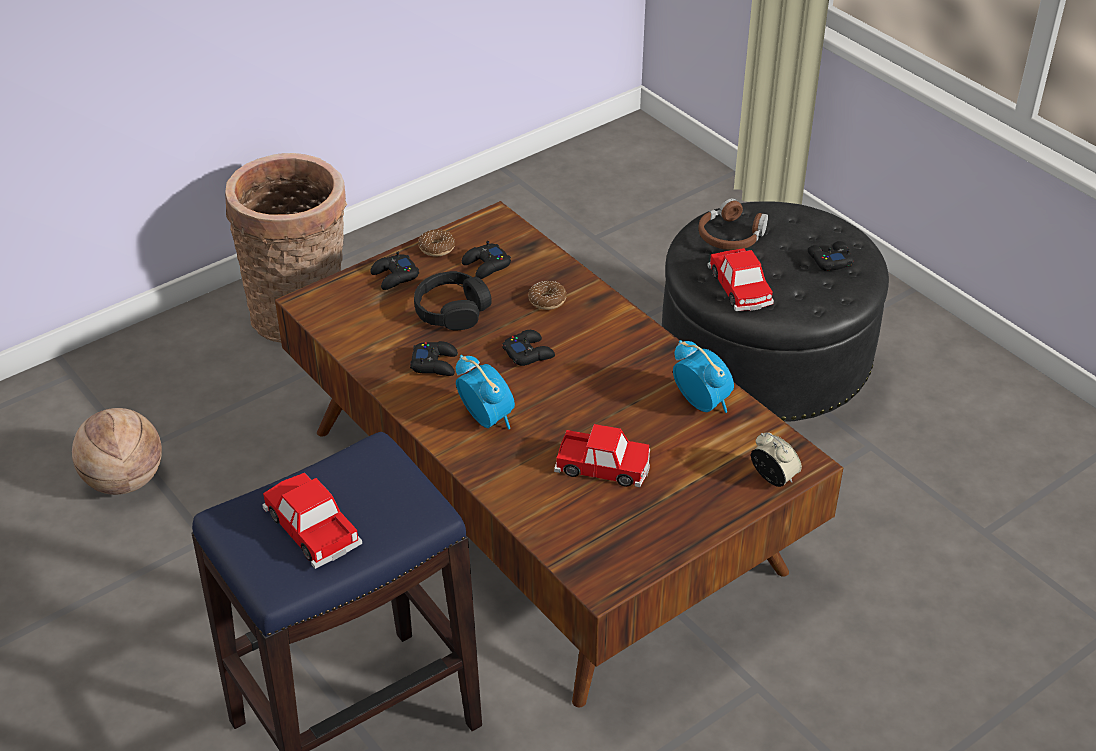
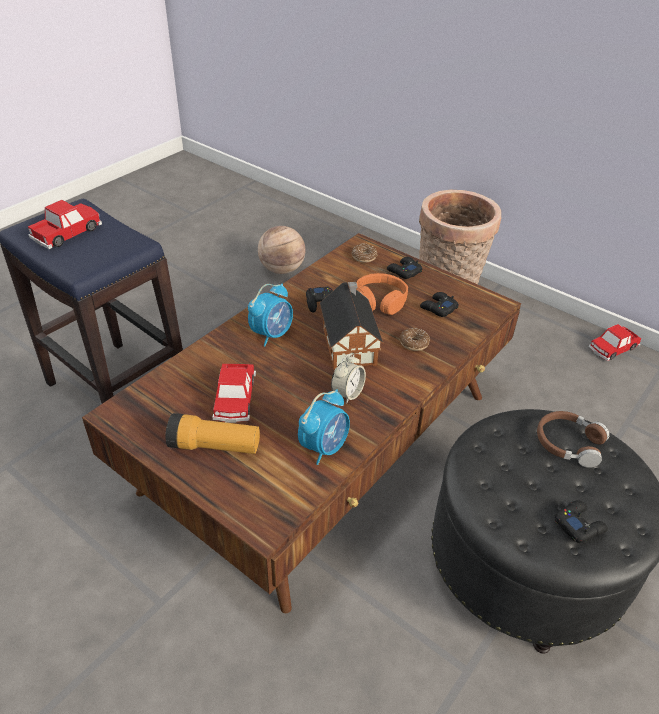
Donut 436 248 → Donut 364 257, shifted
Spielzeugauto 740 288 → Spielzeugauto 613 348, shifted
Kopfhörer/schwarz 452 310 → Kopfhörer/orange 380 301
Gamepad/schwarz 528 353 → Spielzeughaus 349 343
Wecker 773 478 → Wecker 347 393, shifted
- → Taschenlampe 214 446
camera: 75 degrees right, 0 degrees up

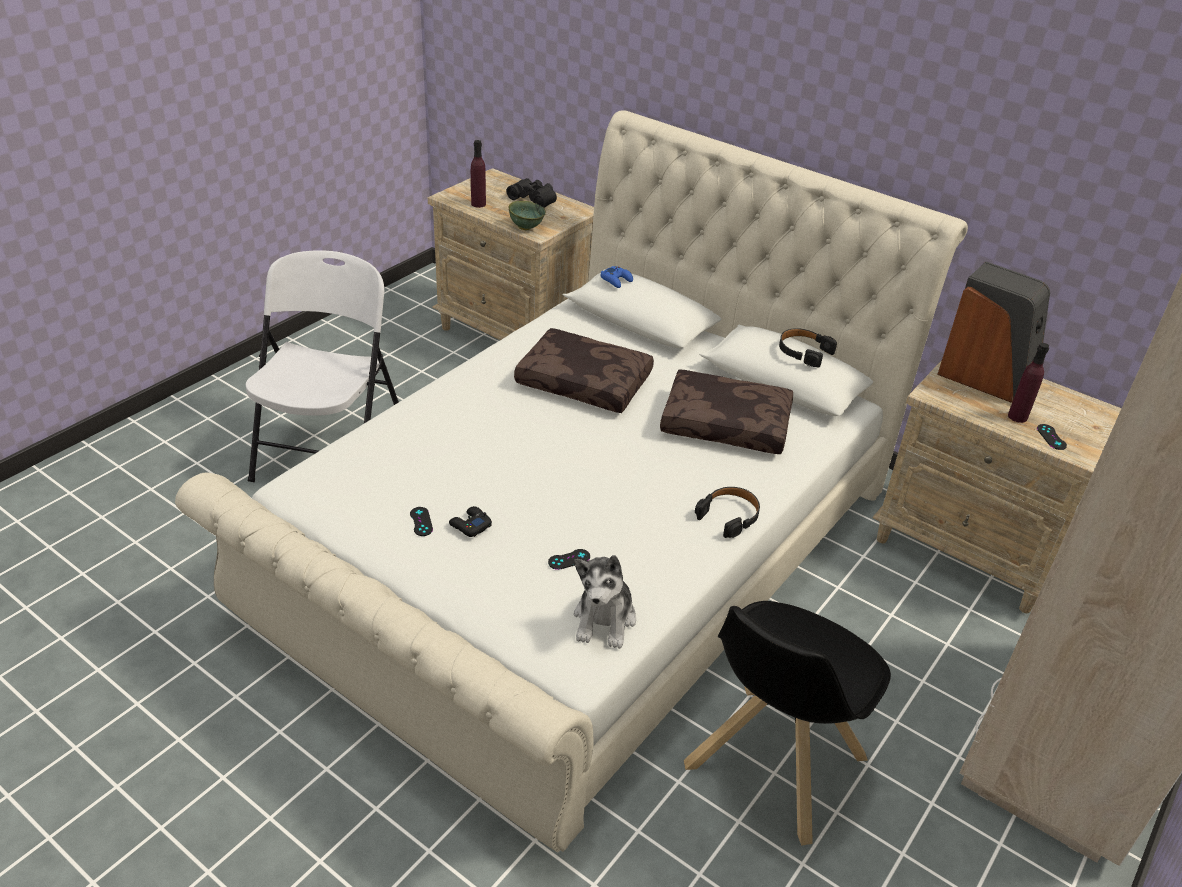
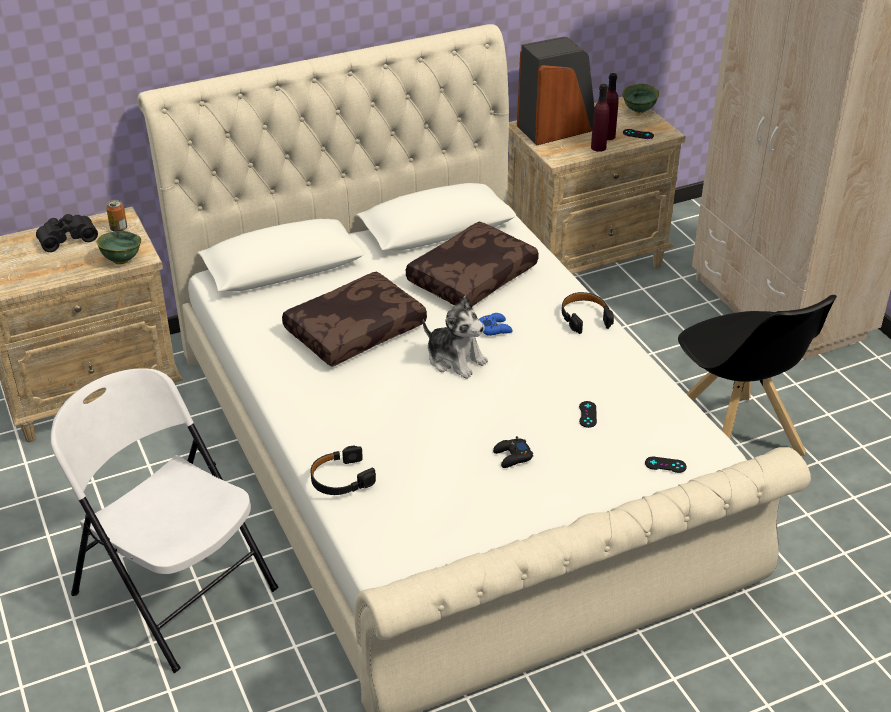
Flasche/lila 478 204 → Flasche/lila 598 147, shifted
Gamepad/blau 616 280 → Gamepad/blau 495 328, shifted
Kopfhörer/schwarz 803 352 → Kopfhörer/schwarz 341 479, shifted
Gamepad/schwarz 421 521 → Gamepad/schwarz 665 465, shifted
Plüschtier 604 619 → Plüschtier 455 360, shifted
- → Schüssel/grün 639 111
- → Dose 119 228
camera: 60 degrees left, 0 degrees up

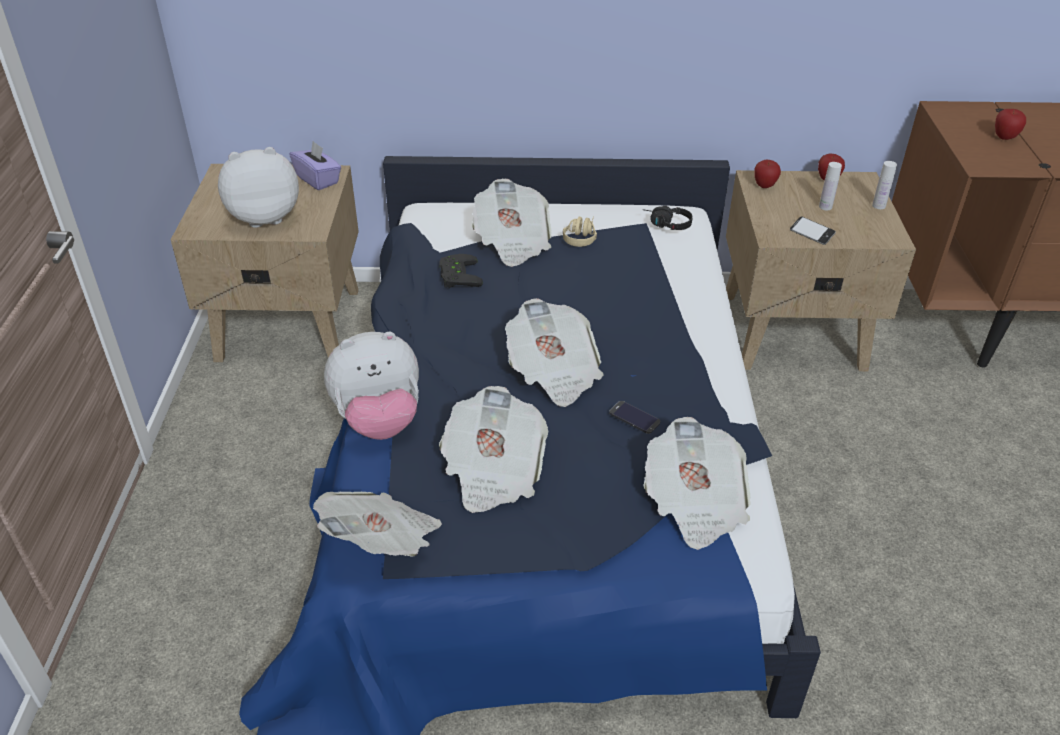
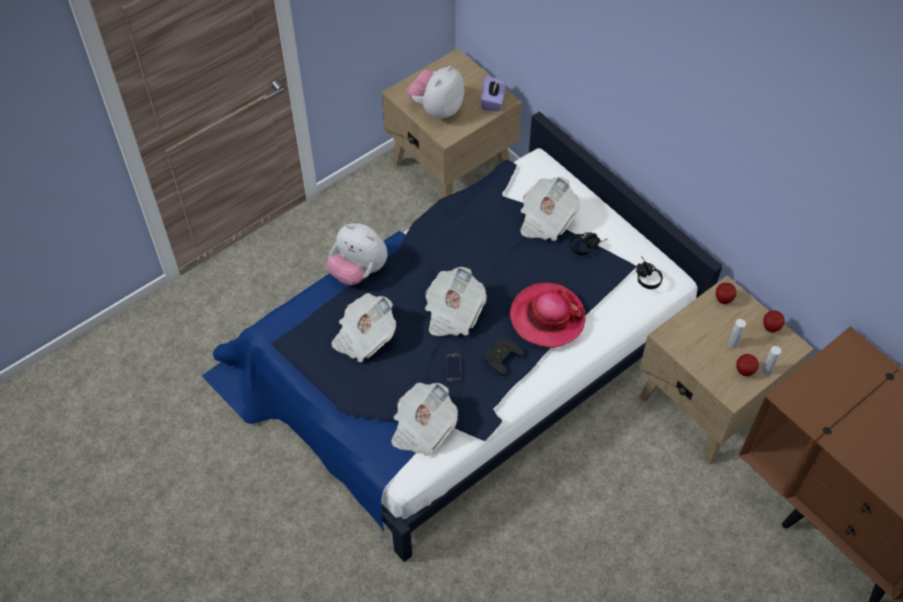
Apfel 1004 137 → Apfel 744 371, shifted
Plüschtier 264 217 → Plüschtier 437 109, 90 degrees counterclockwise
Kopfhörer/beige 581 236 → Kopfhörer/schwarz 587 245
Handy 811 234 → -
Gamepad/schwarz 456 275 → Gamepad/schwarz 500 356, shifted
Zeitung 383 542 → -
- → Hut 547 317
camera: 50 degrees right, 15 degrees up

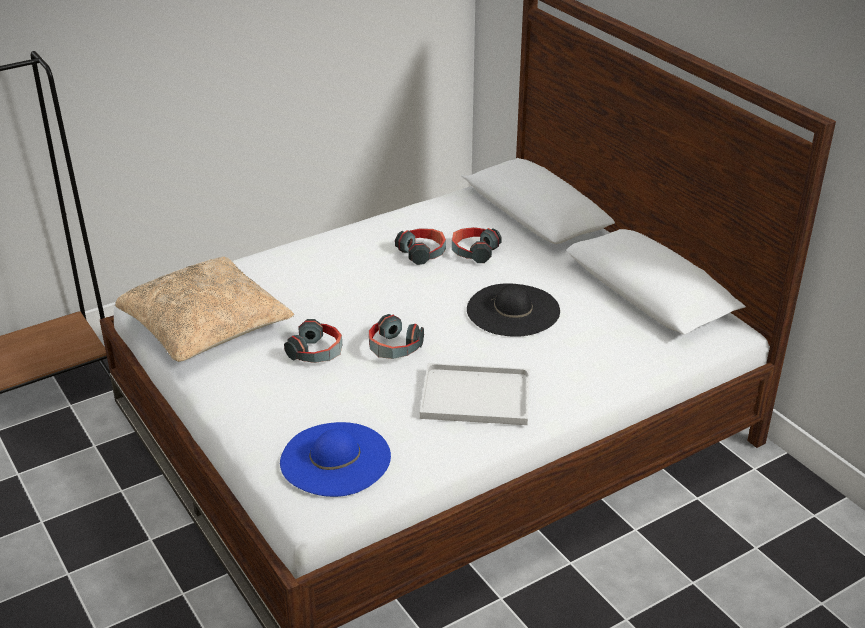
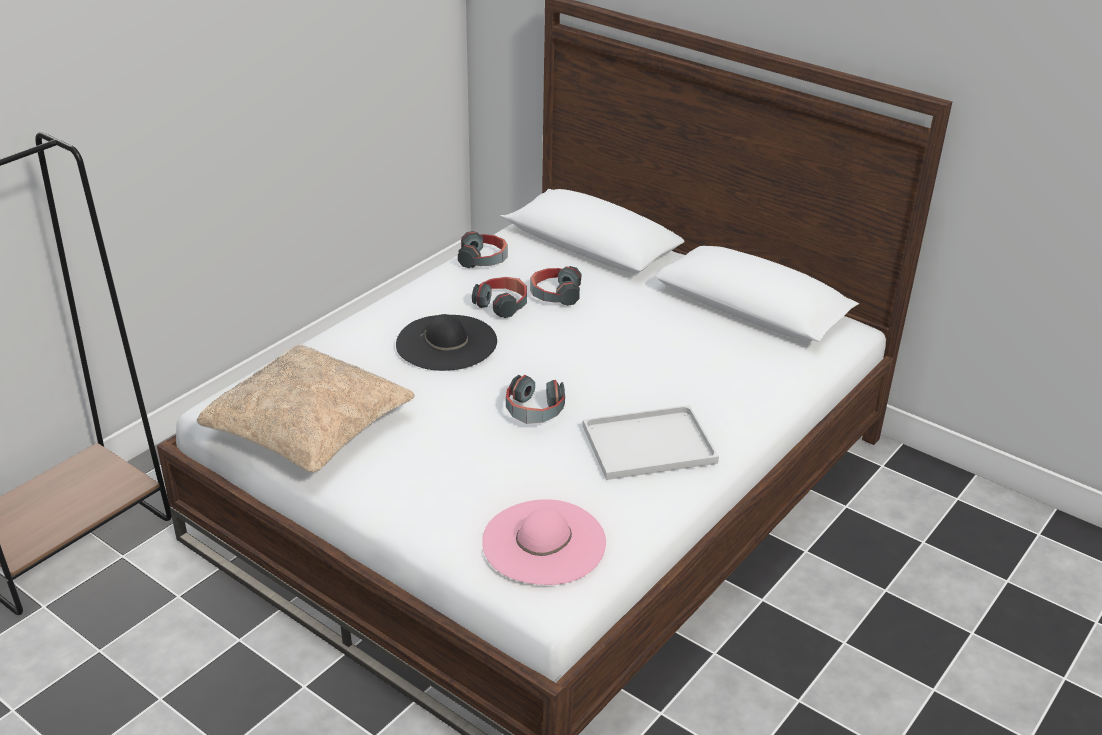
Hut/schwarz 513 310 → Hut/schwarz 446 342, shifted
Kopfhörer 317 352 → Kopfhörer 483 259, shifted
Hut/blau 335 459 → Hut/rosa 544 542
camera: 20 degrees left, 0 degrees up

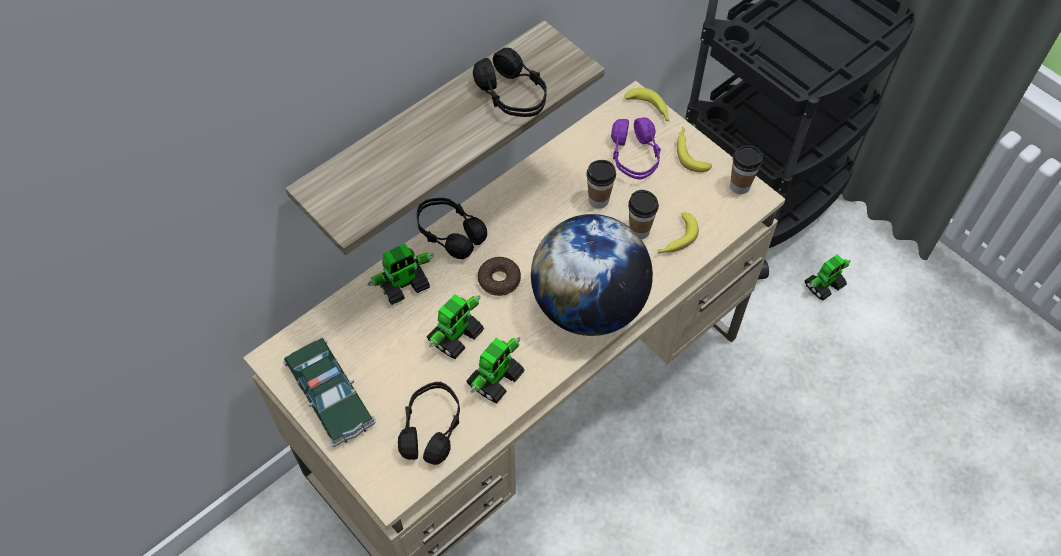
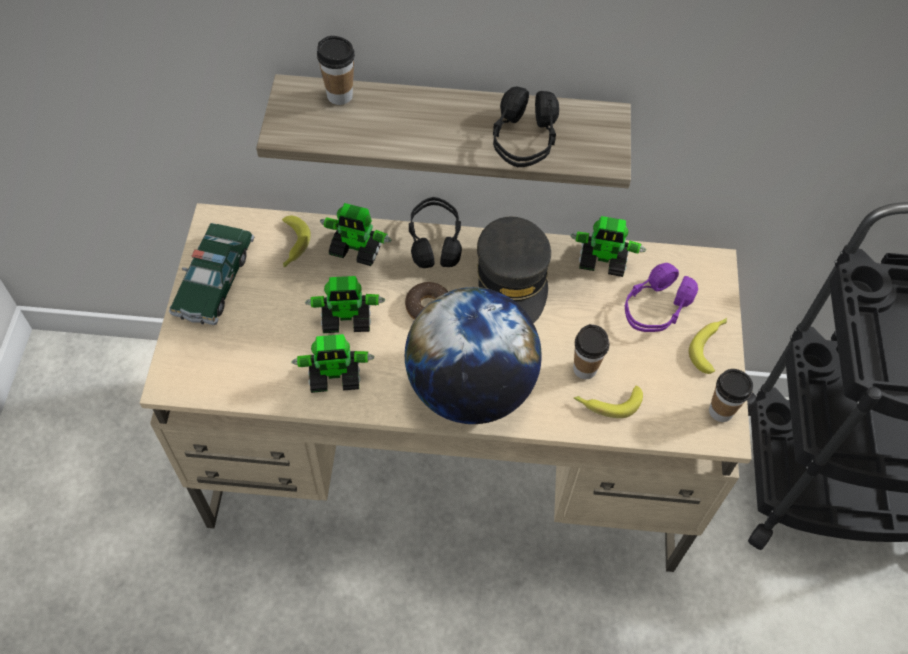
Banane 649 109 → Banane 292 246, shifted
Tasse 598 200 → Tasse 340 95, shifted
Spielzeugroboter 824 285 → Spielzeugroboter 603 261, shifted
Kopfhörer/schwarz 431 428 → -
- → Kappe/grau 513 280
camera: 45 degrees right, 0 degrees up

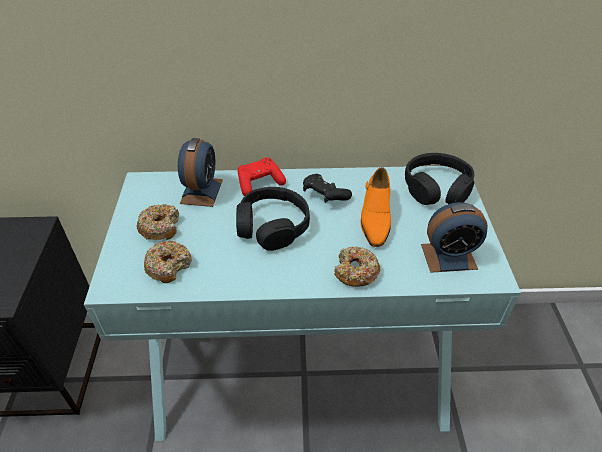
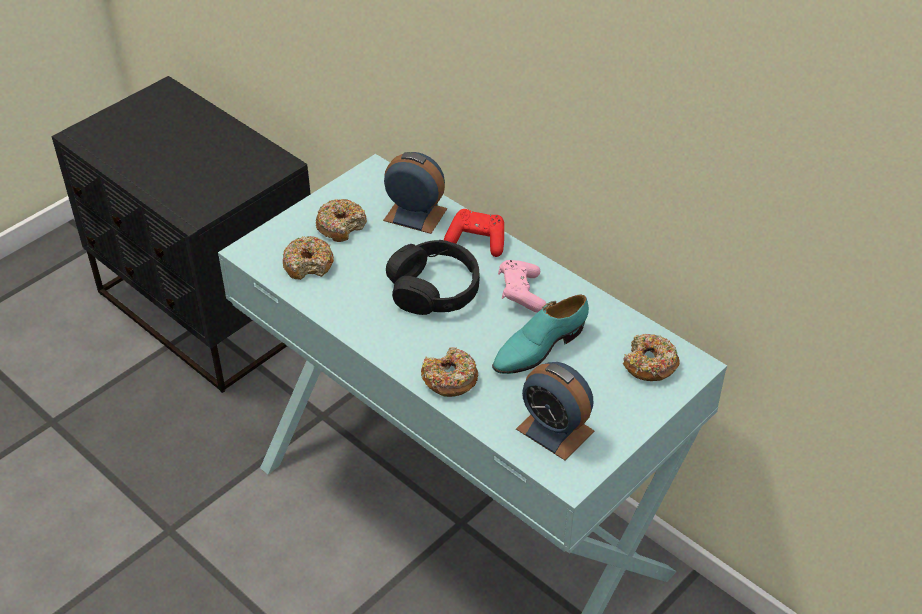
Wecker 201 191 → Wecker 415 214, 120 degrees counterclockwise
Kopfhörer/schwarz 437 188 → Donut 649 365
Schuh/orange 375 218 → Schuh/türkis 538 348
Gamepad/schwarz 324 196 → Gamepad/rosa 521 294
camera: 45 degrees right, 0 degrees up

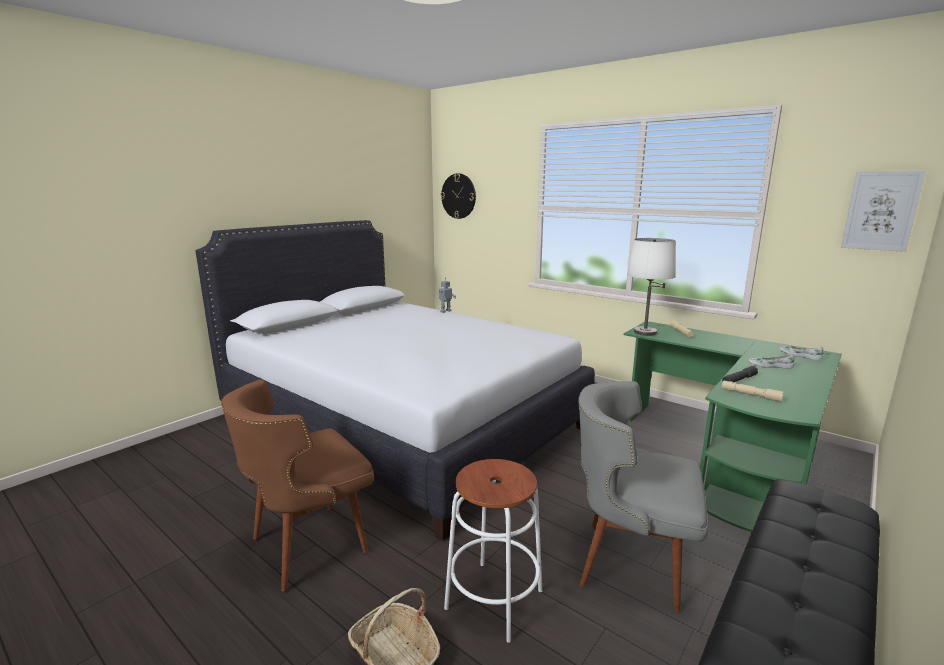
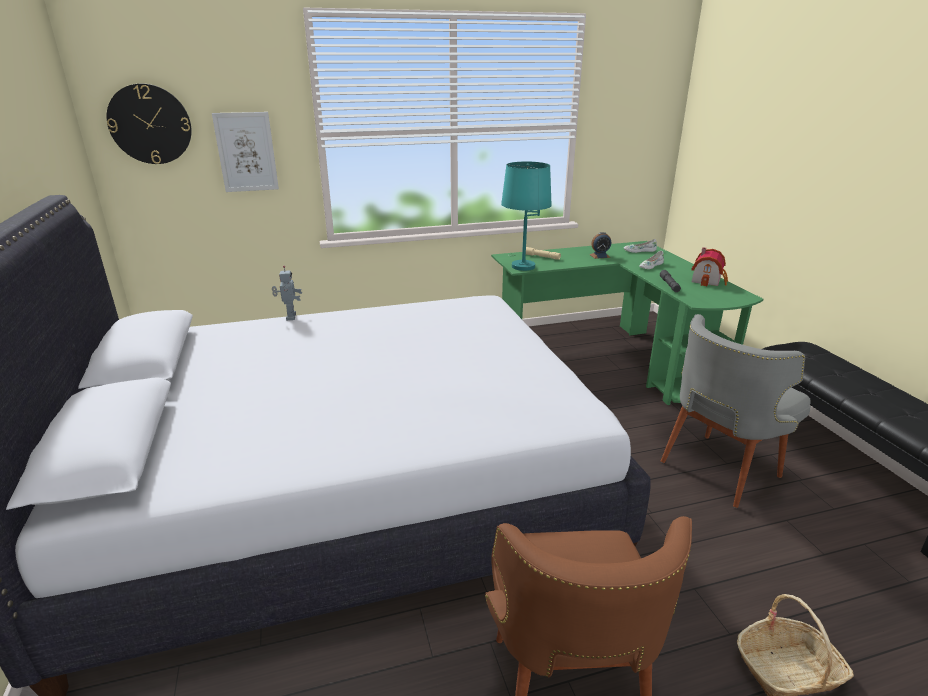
Bild 881 211 → Bild 246 152, shifted
Tischlampe/weiß 645 332 → Tischlampe/türkis 523 267
Taschenlampe/beige 750 395 → -
Hocker/weiß 494 599 → -
- → Wecker 600 256
- → Spielzeughaus 708 280
camera: 55 degrees left, 10 degrees up

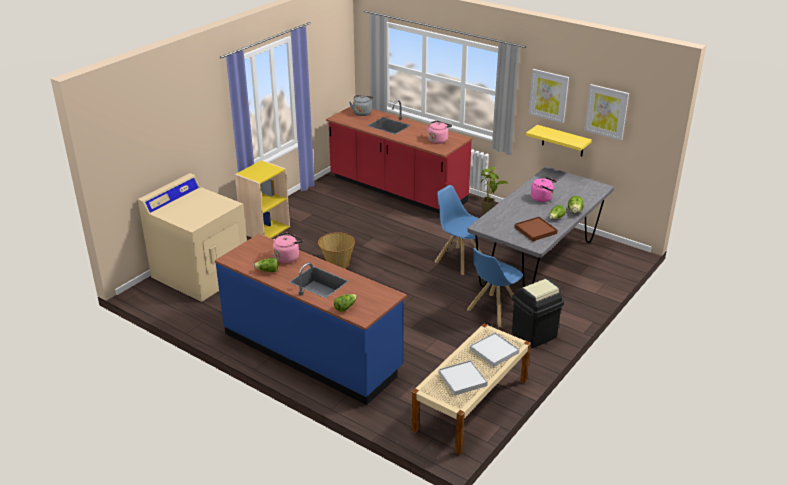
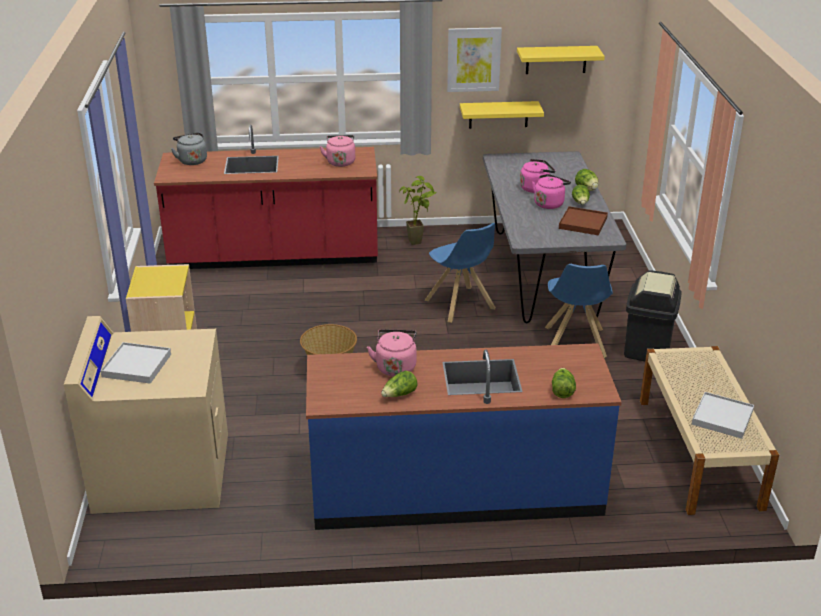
Bild 606 111 → Wandregal/gelb 556 60
Stuhl/blau 459 260 → Stuhl/blau 460 305, 120 degrees counterclockwise
Tablett/weiß 494 351 → Tablett/weiß 137 365, shifted
- → Wasserkessel/rosa 549 203
camera: 40 degrees left, 0 degrees up

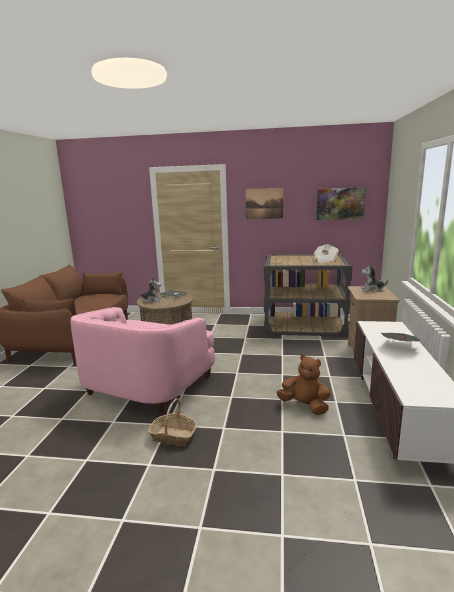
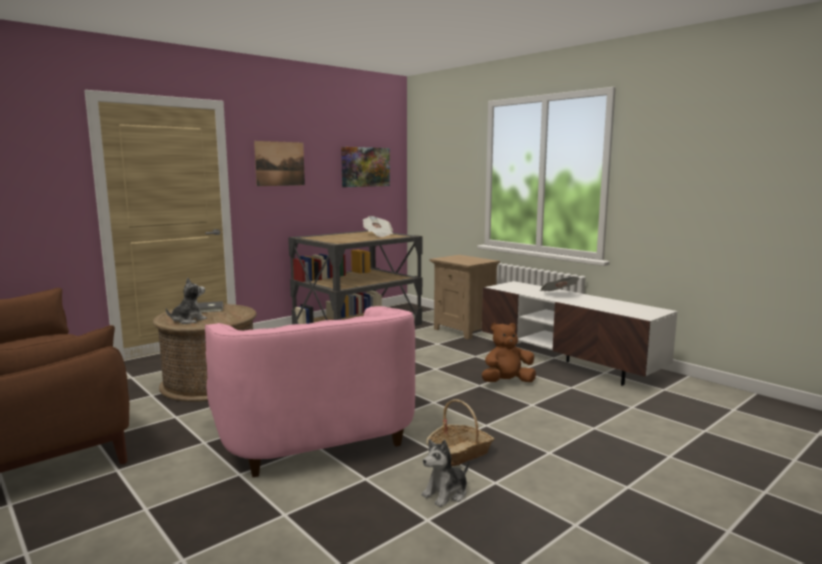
Plüschtier 372 290 → Plüschtier 446 493, shifted
camera: 50 degrees left, 5 degrees down

